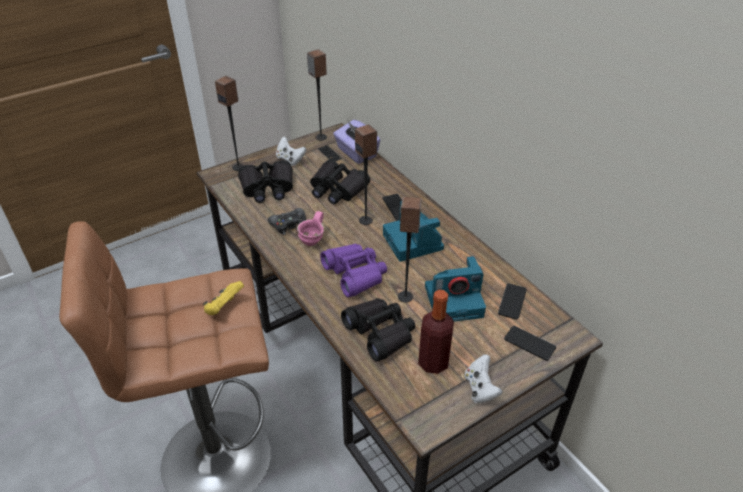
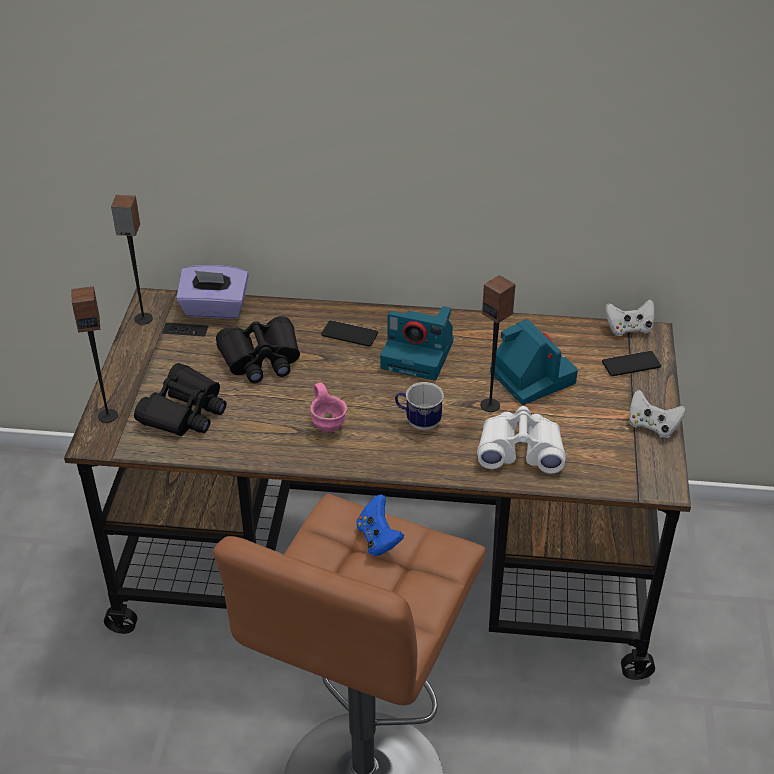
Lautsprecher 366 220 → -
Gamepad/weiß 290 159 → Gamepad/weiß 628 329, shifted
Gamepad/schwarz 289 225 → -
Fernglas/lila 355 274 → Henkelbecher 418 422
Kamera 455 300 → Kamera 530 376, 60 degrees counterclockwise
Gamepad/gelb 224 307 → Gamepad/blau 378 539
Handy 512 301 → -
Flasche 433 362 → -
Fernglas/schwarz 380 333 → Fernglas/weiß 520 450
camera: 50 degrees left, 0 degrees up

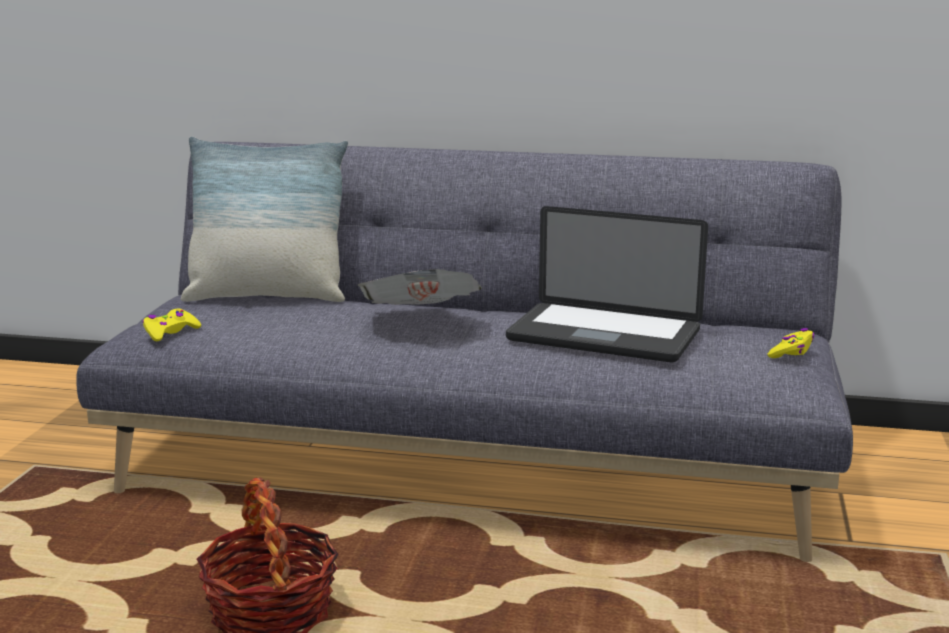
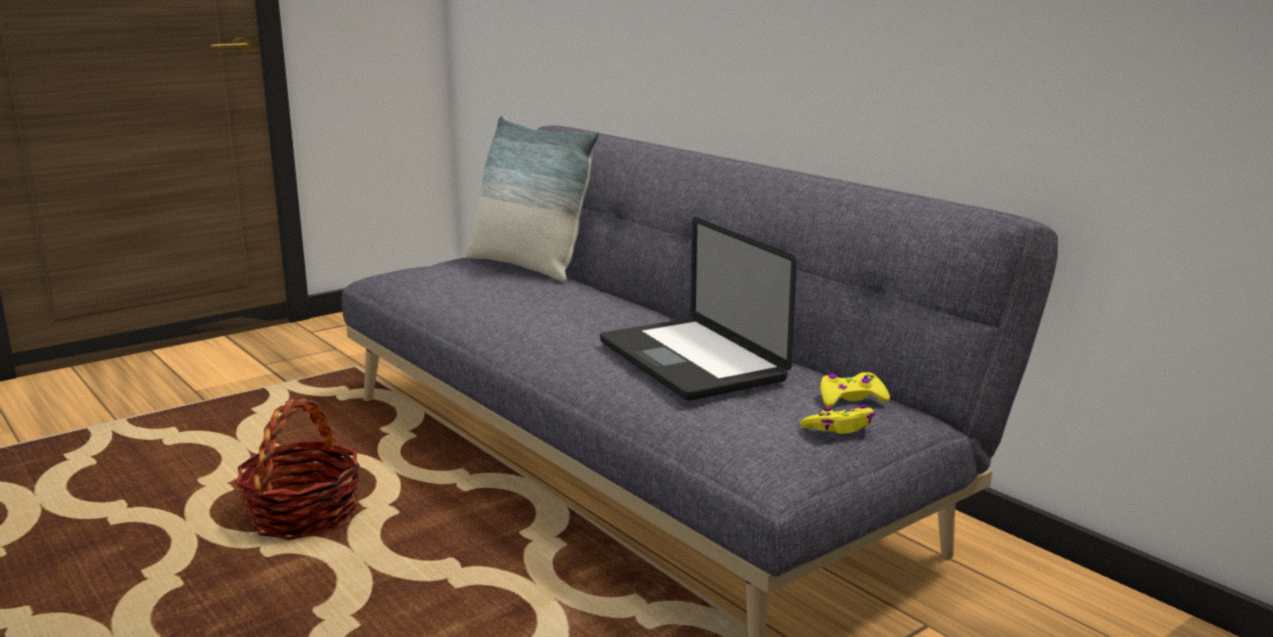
Zeitung 421 322 → -
Gamepad/gelb 170 332 → Gamepad/gelb 851 398, shifted
camera: 40 degrees right, 0 degrees up

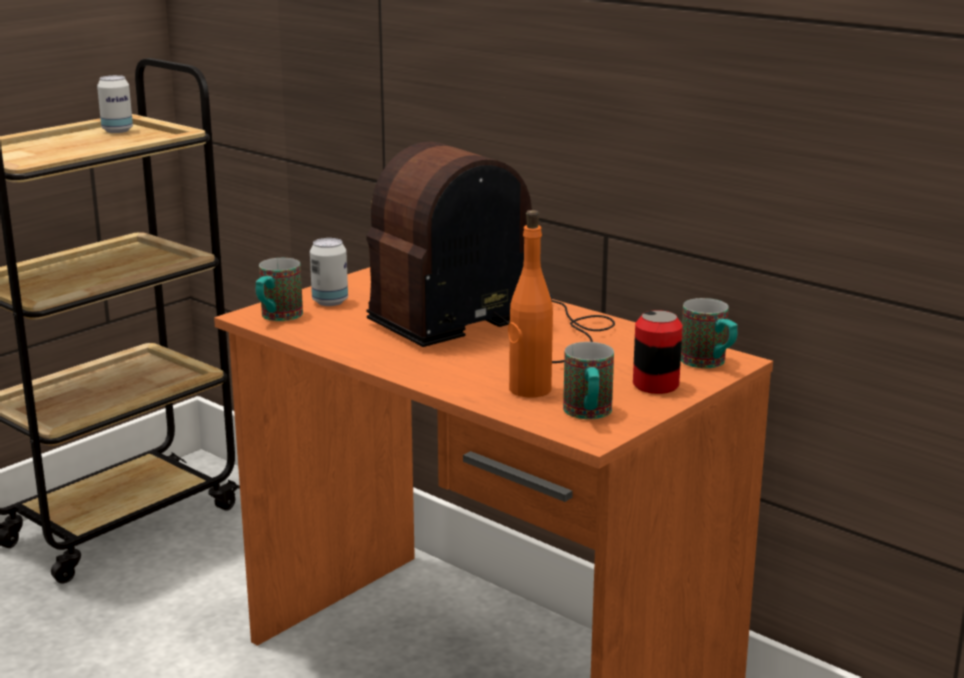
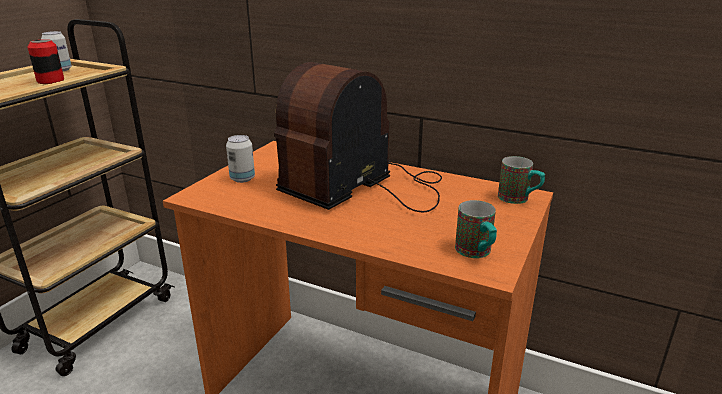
Flasche/orange 529 389 → -
Henkelbecher 277 317 → -
Dose 655 385 → Dose 50 81, shifted
camera: 15 degrees left, 5 degrees up

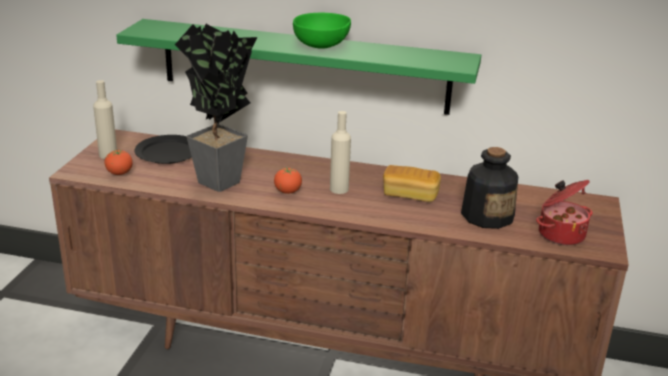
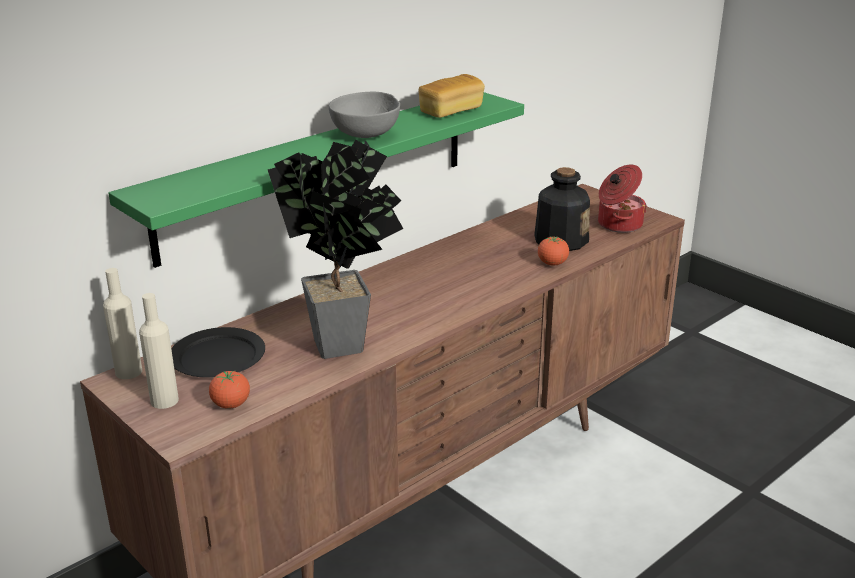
Schüssel/grün 322 46 → Schüssel/grau 367 135
Flasche/beige 339 189 → Flasche/beige 128 372, shifted
Brot 410 195 → Brot 451 111, shifted
Tomate 287 192 → Tomate 552 264, shifted
camera: 55 degrees left, 0 degrees up

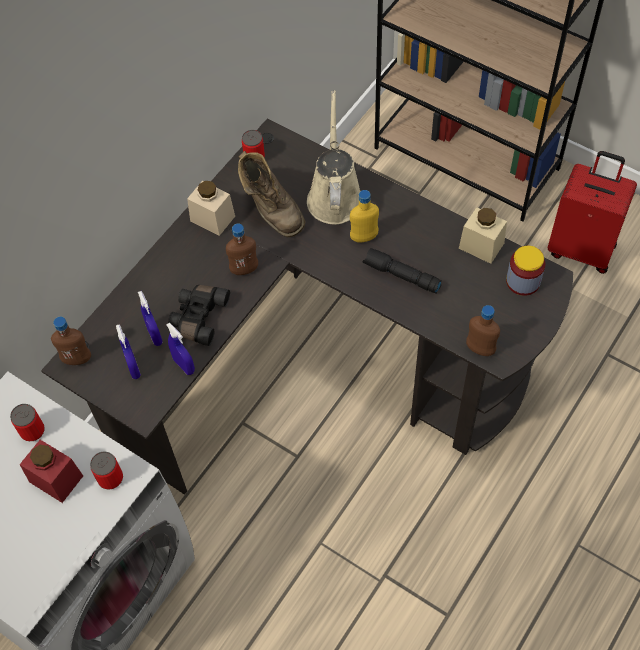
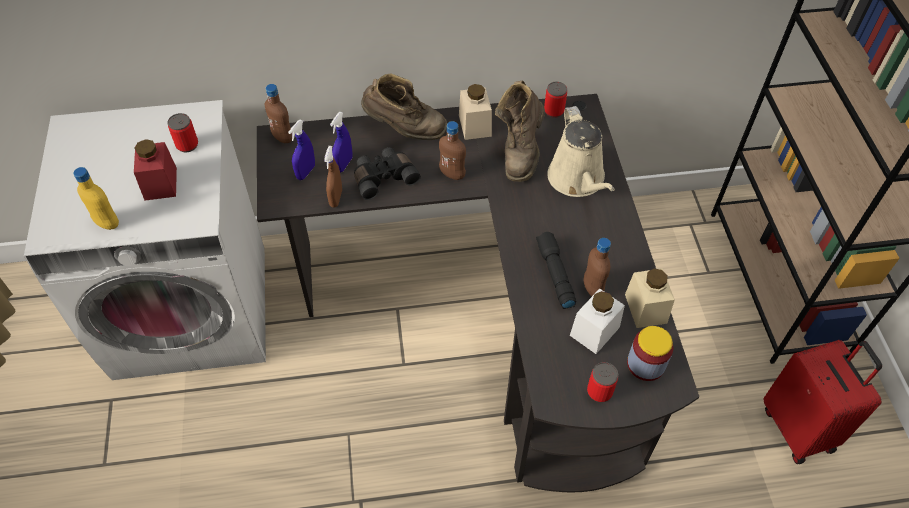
Gießkanne/beige 334 195 → Gießkanne/beige 578 180, 120 degrees clockwise
Flasche/gelb 364 237 → Flasche/gelb 107 223, shifted
Flasche/braun 480 349 → Flasche/braun 592 288, shifted
Sprühflasche/blau 184 365 → Sprühflasche/braun 336 198
Dose 110 478 → Dose 599 391, shifted
- → Stiefel/braun 404 130
- → Vorratsglas/weiß 594 331
camera: 45 degrees right, 5 degrees down

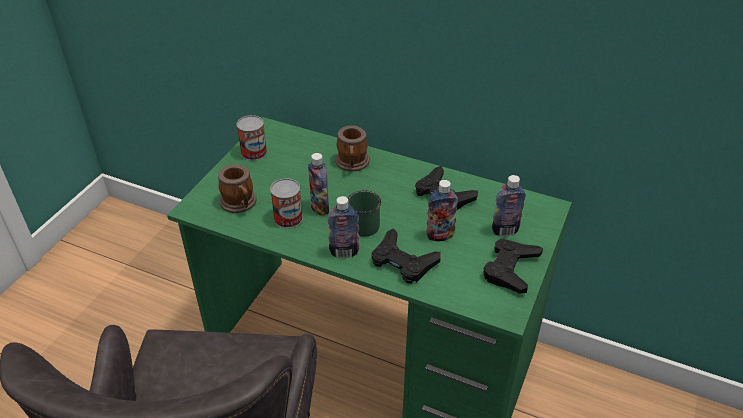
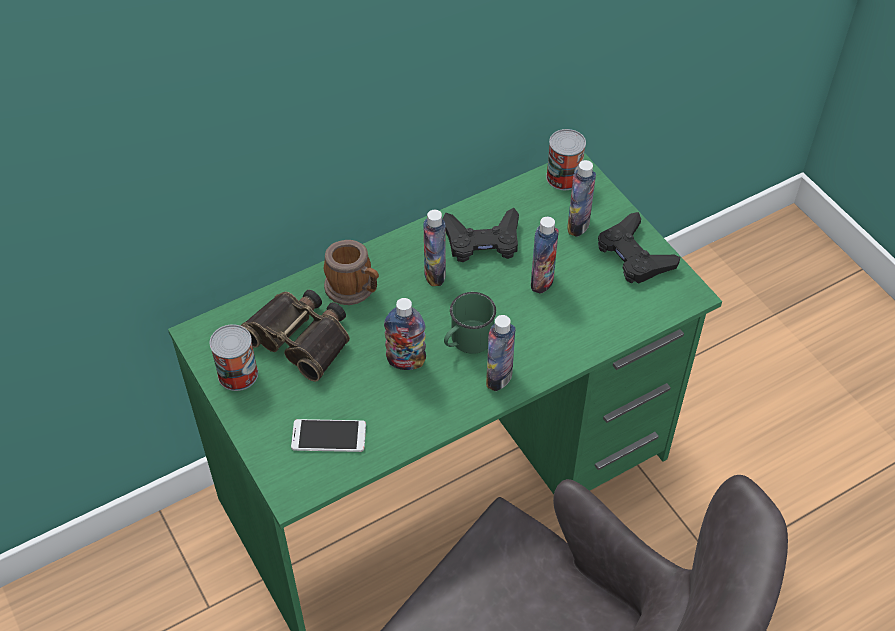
Henkelbecher 240 204 → Handy 329 436
Dose 288 218 → Dose 563 177, shifted
Gamepad/schwarz 403 262 → -
- → Flasche 435 274
- → Fernglas 302 337
camera: 55 degrees left, 10 degrees up

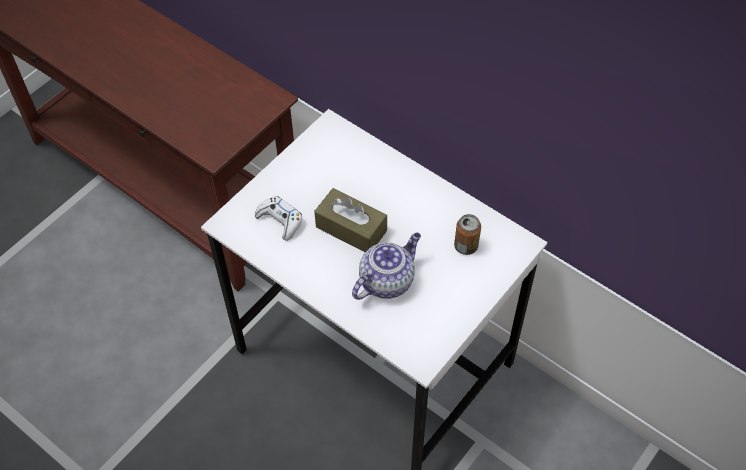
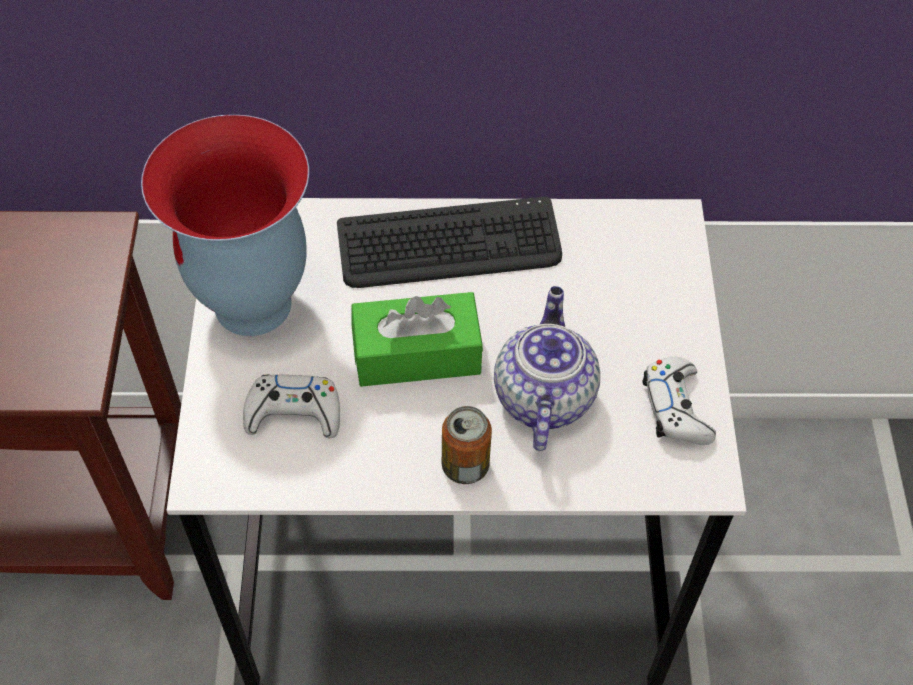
Taschentuchbox/braun 351 229 → Taschentuchbox/grün 417 354
Dose 466 246 → Dose 465 465, shifted
- → Vase 254 306
- → Tastatur 449 245
- → Gamepad/weiß 676 408
camera: 40 degrees left, 0 degrees up

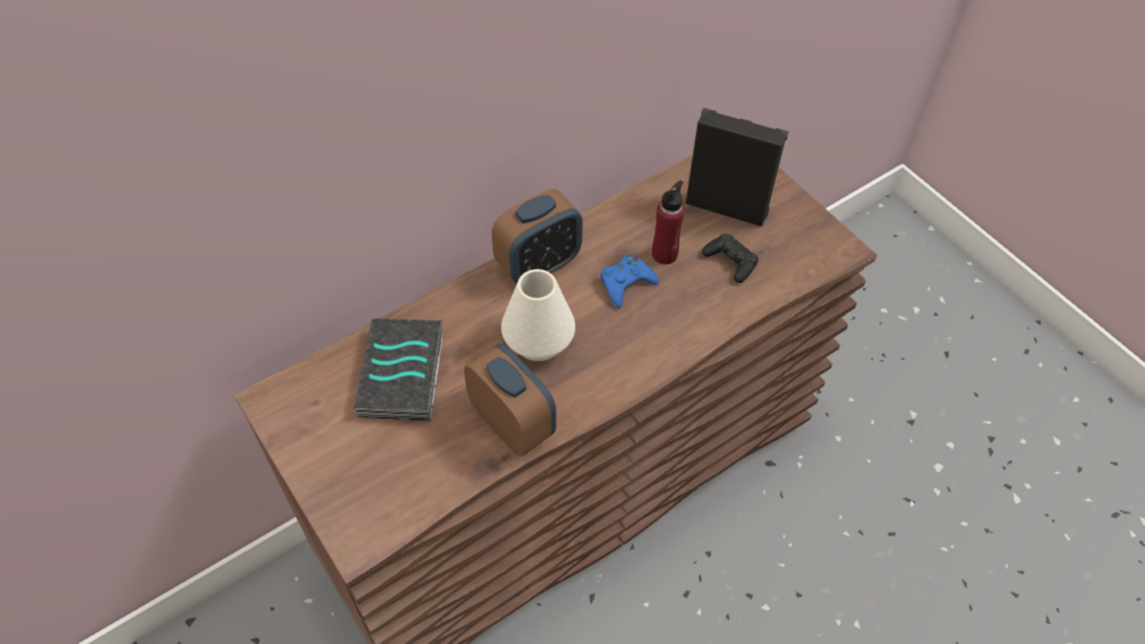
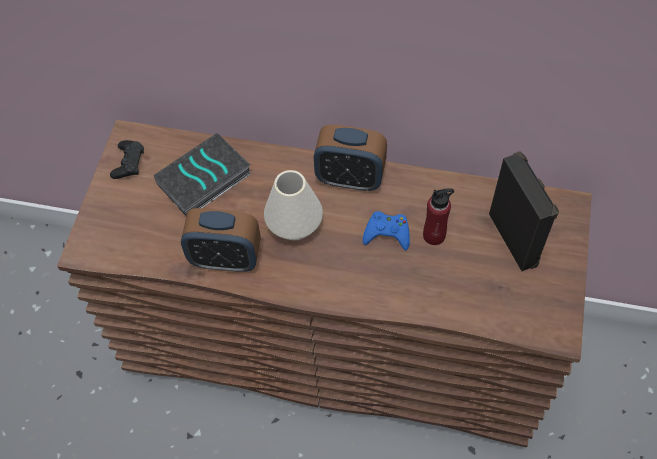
Gamepad/schwarz 730 261 → Gamepad/schwarz 128 163, shifted
Wecker 512 423 → Wecker 225 258, 90 degrees clockwise
camera: 50 degrees right, 5 degrees up

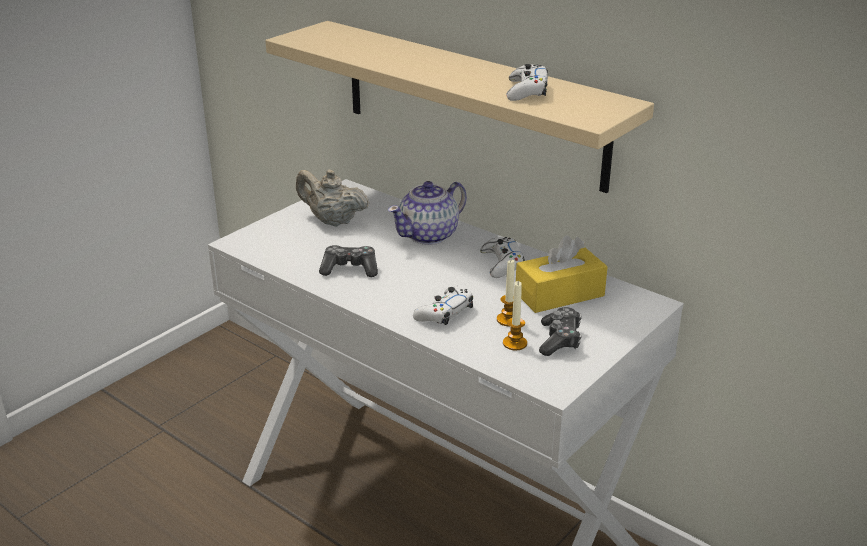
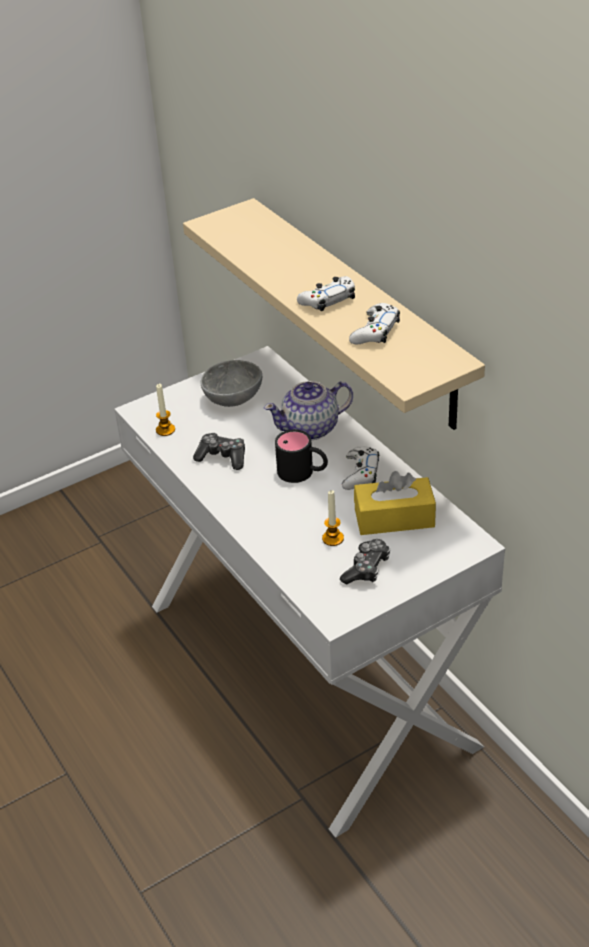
Teekanne/beige 332 221 → Schüssel/grau 231 398
Kerze 514 343 → Kerze 165 430, shifted
Gamepad/weiß 444 312 → Gamepad/weiß 328 300, shifted
- → Henkelbecher/schwarz 303 472
camera: 20 degrees right, 10 degrees up

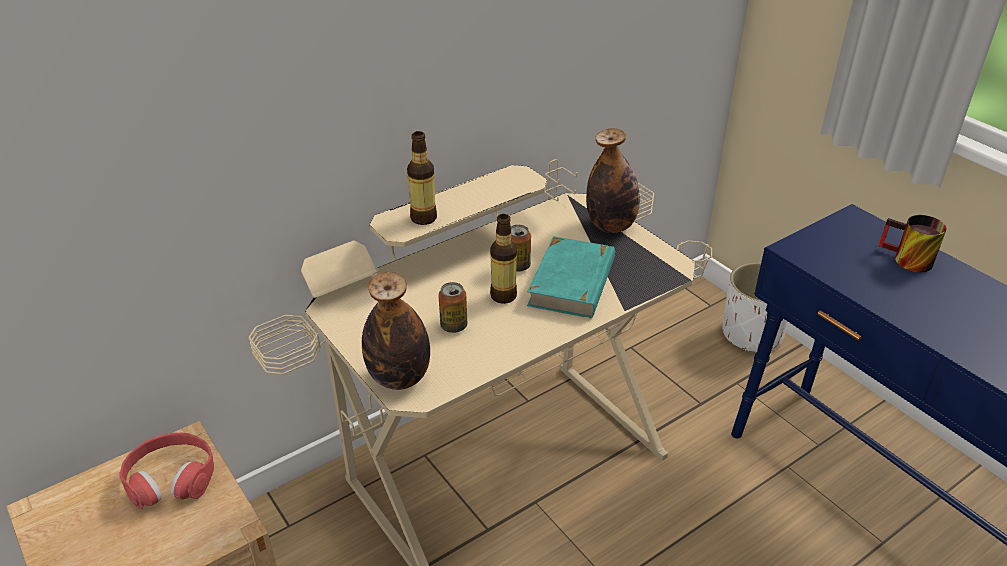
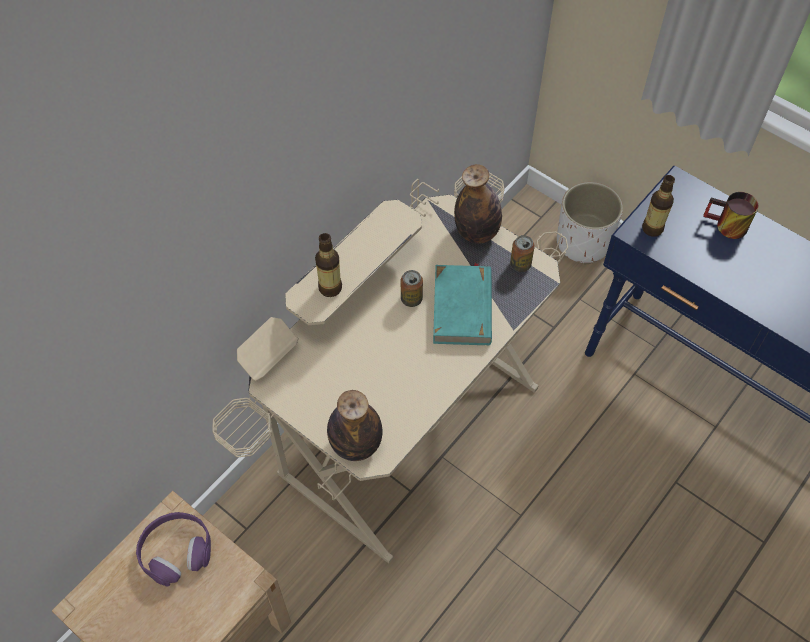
Flasche 503 296 → Flasche 652 228, shifted
Dose 453 326 → Dose 520 264, shifted
Kopfhörer/rot 171 478 → Kopfhörer/lila 176 551
camera: 15 degrees left, 20 degrees up

